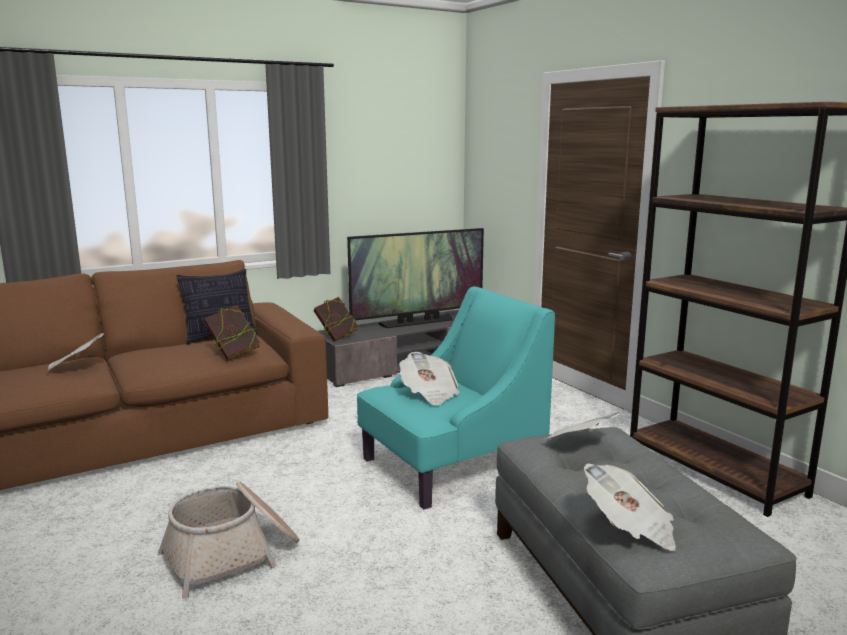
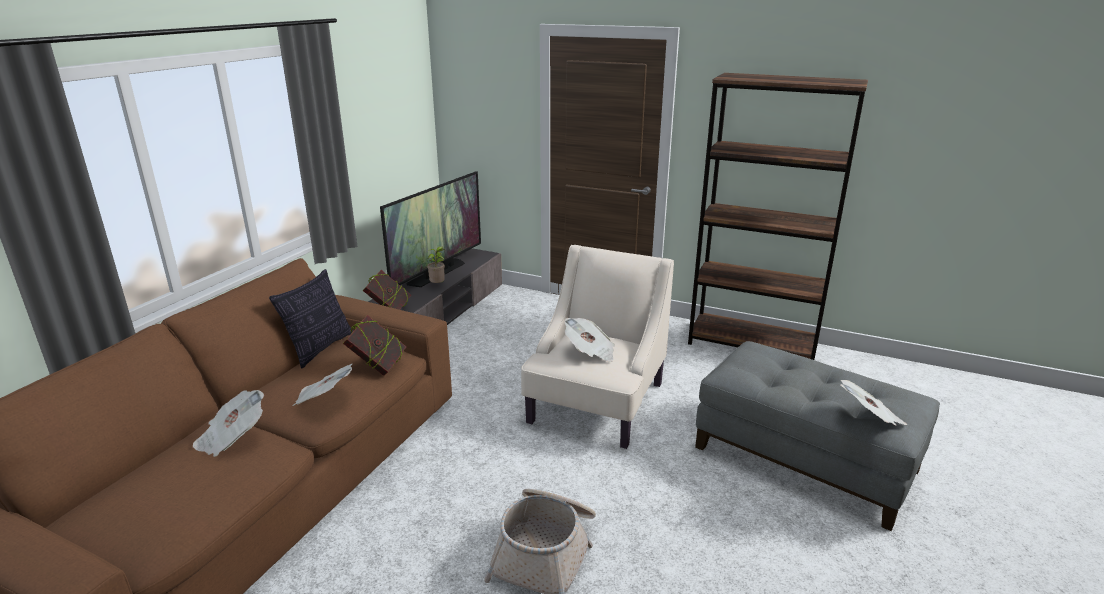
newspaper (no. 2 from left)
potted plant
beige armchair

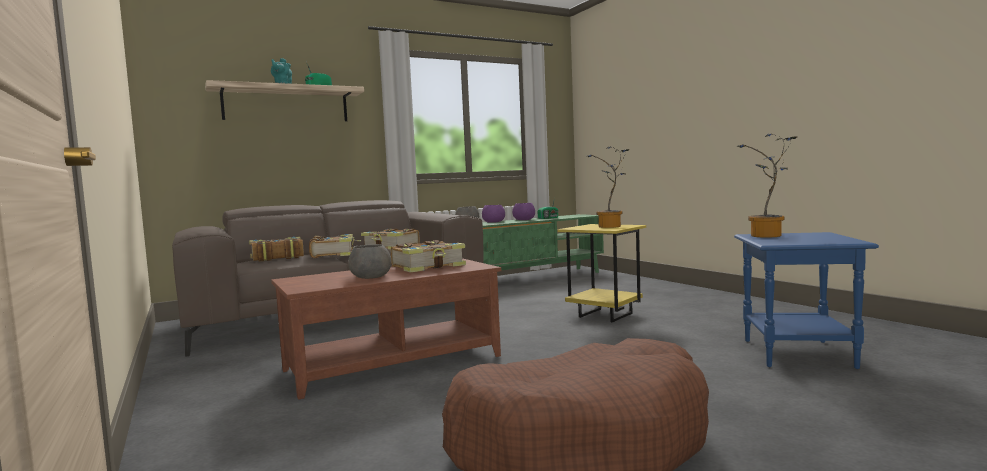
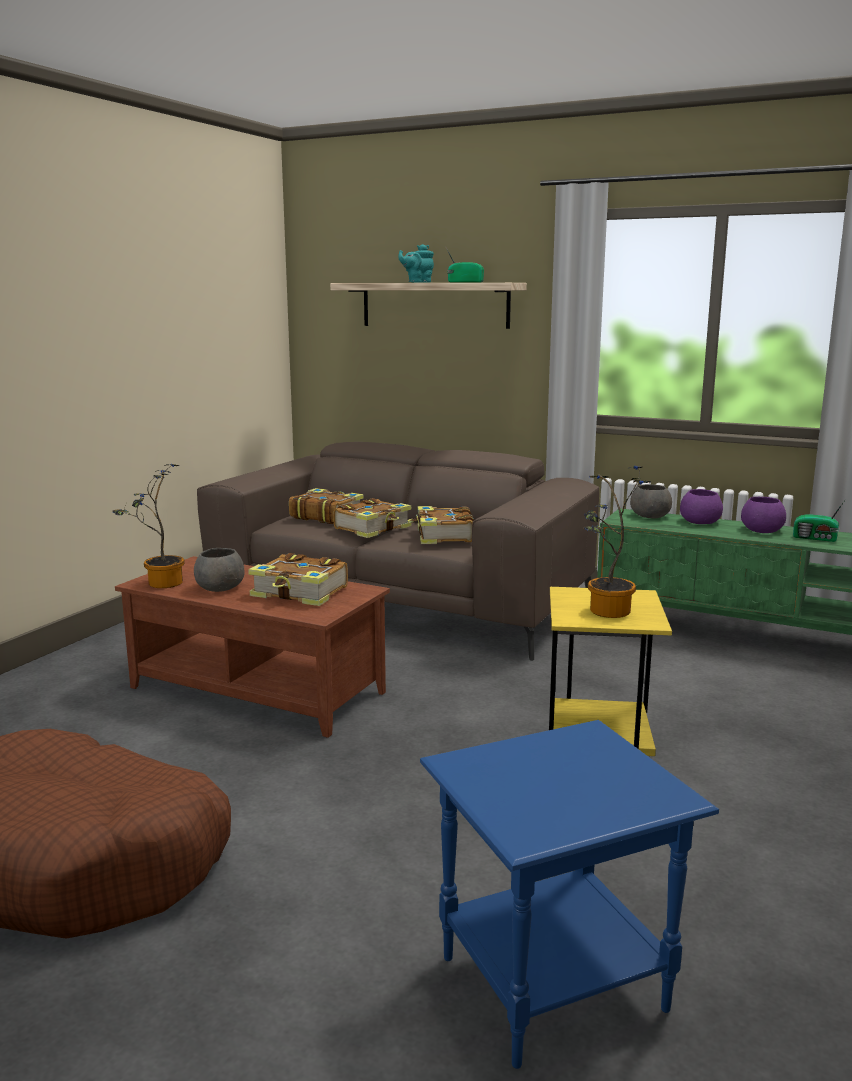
potted plant (no. 1 from left)

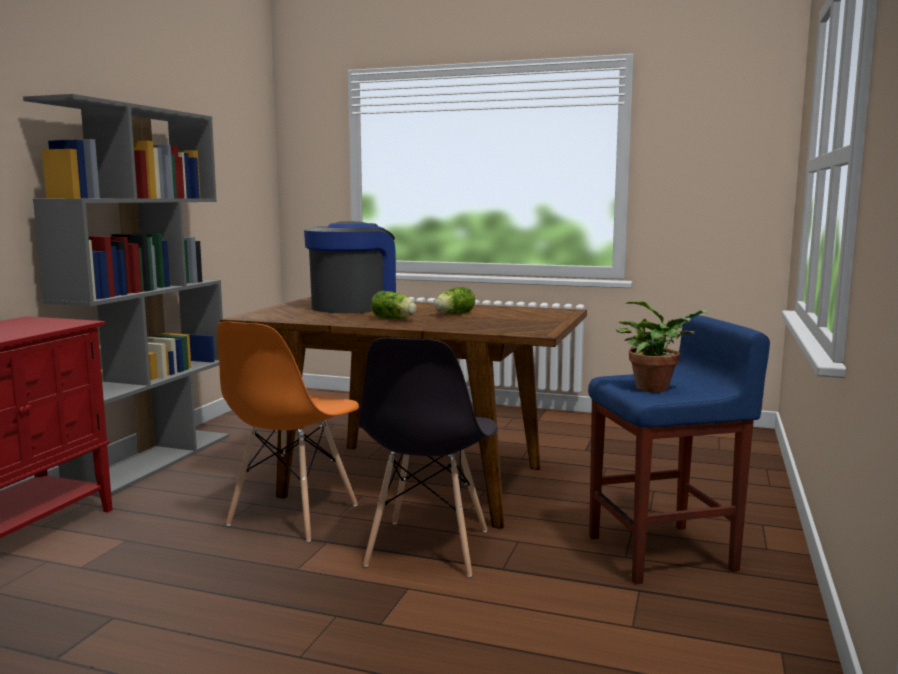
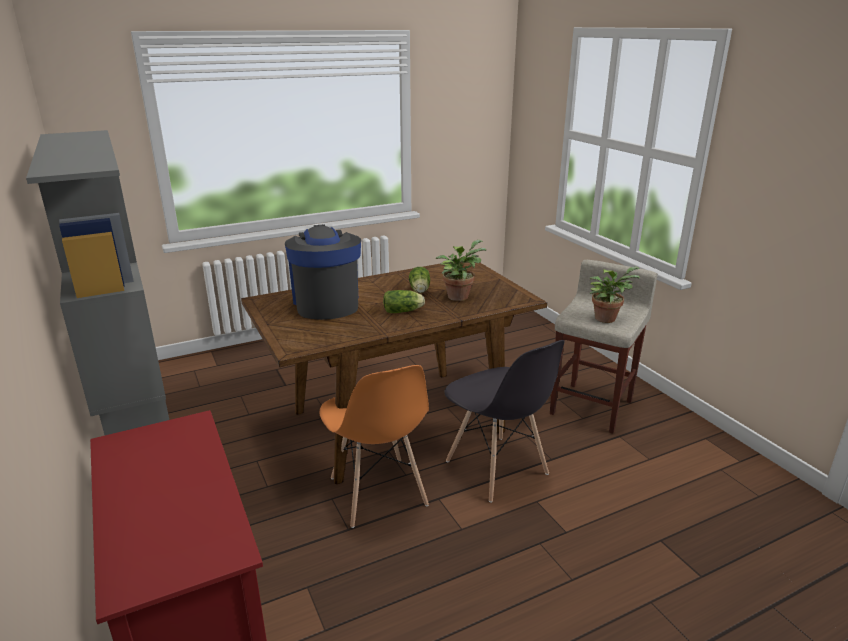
potted plant (no. 1 from left)
beige stool

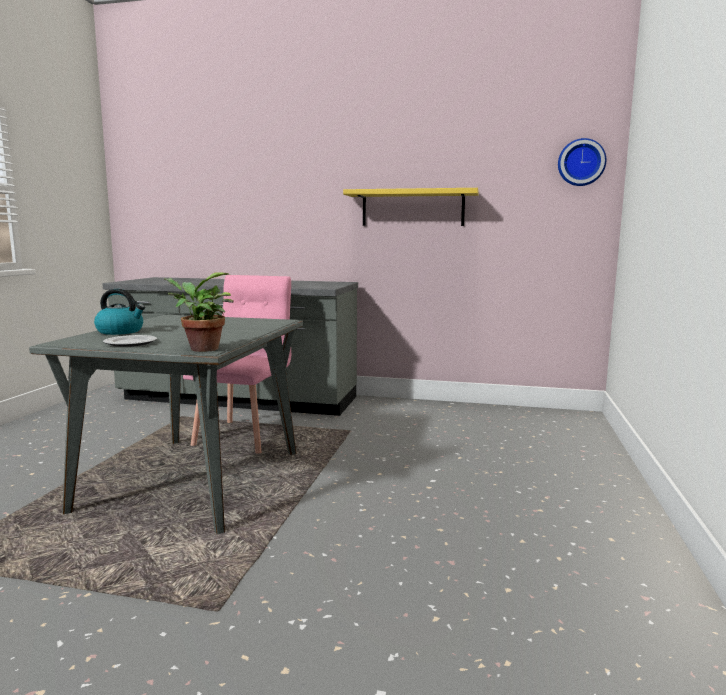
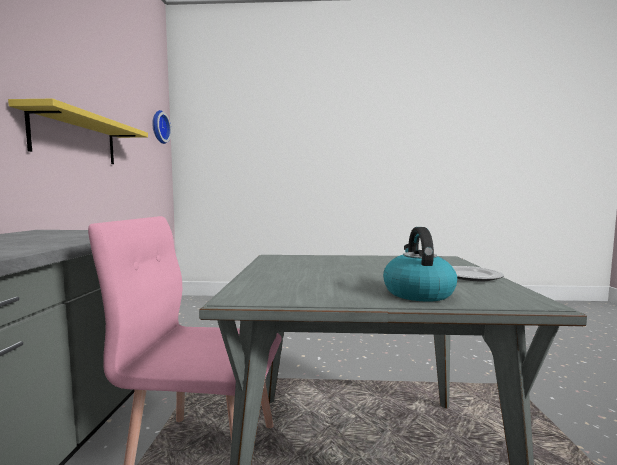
potted plant

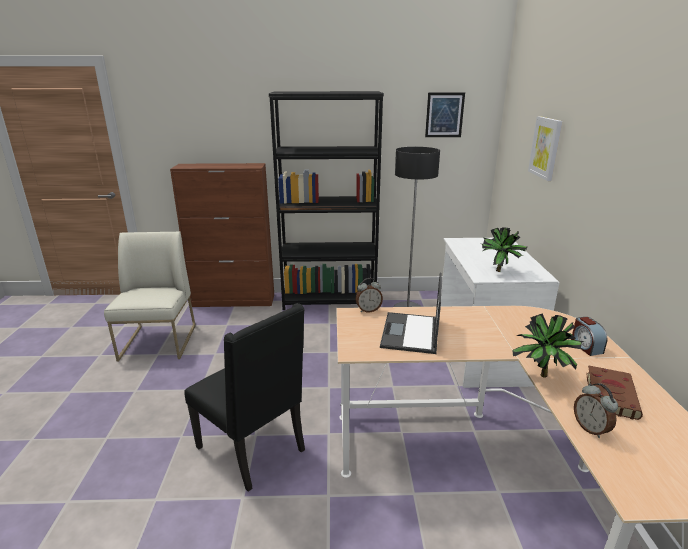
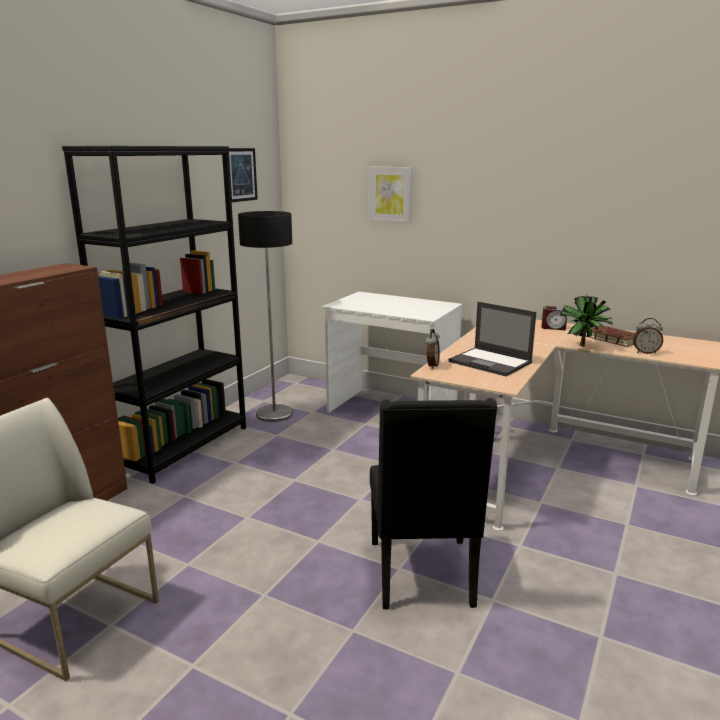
black chair
potted plant (no. 1 from left in the first image)

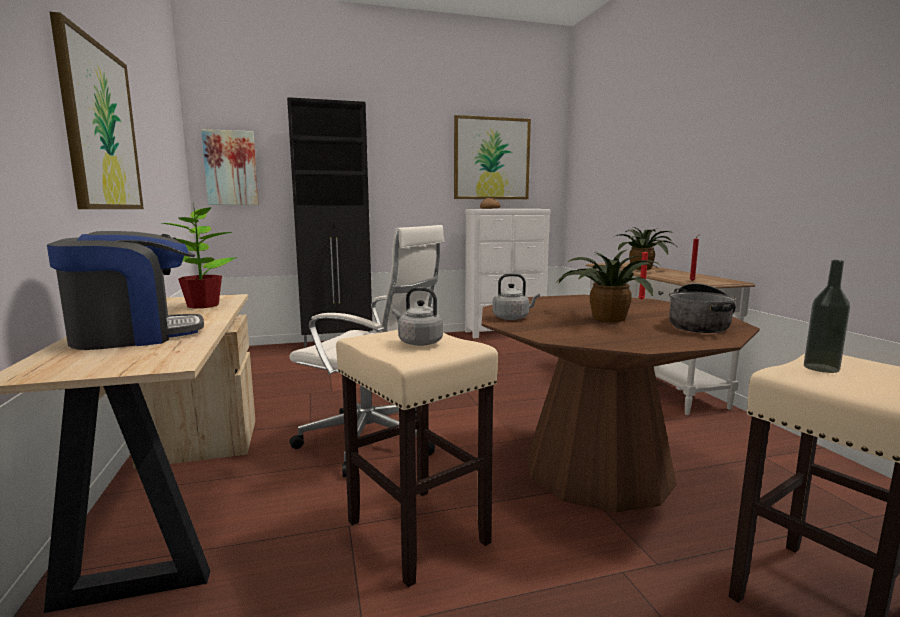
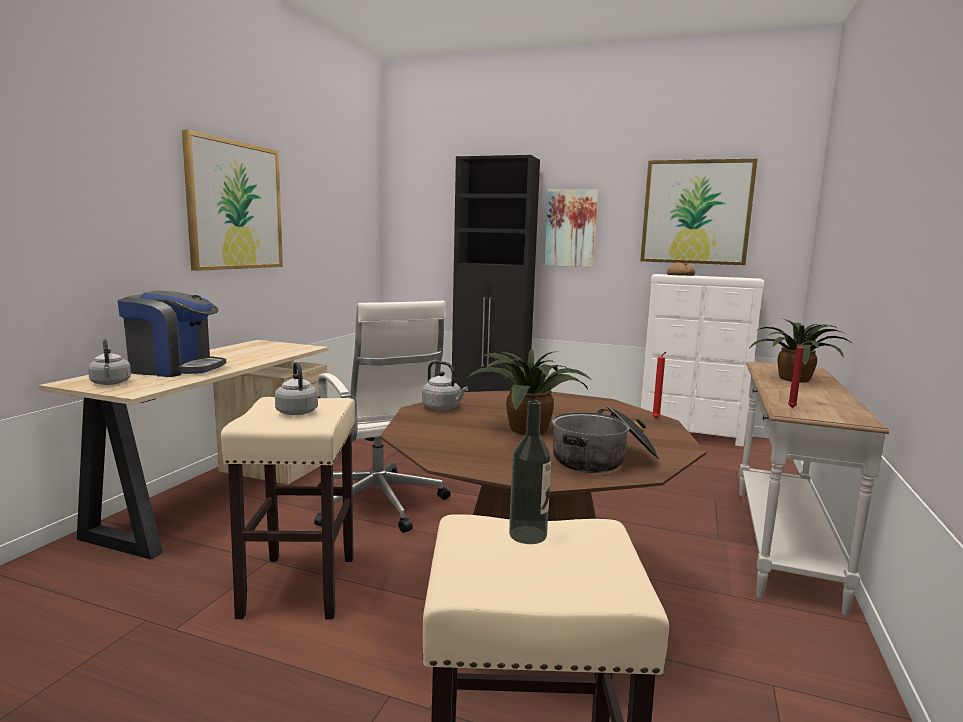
grey kettle (no. 1 from left)
picture (no. 2 from left)
potted plant (no. 1 from left in the first image)

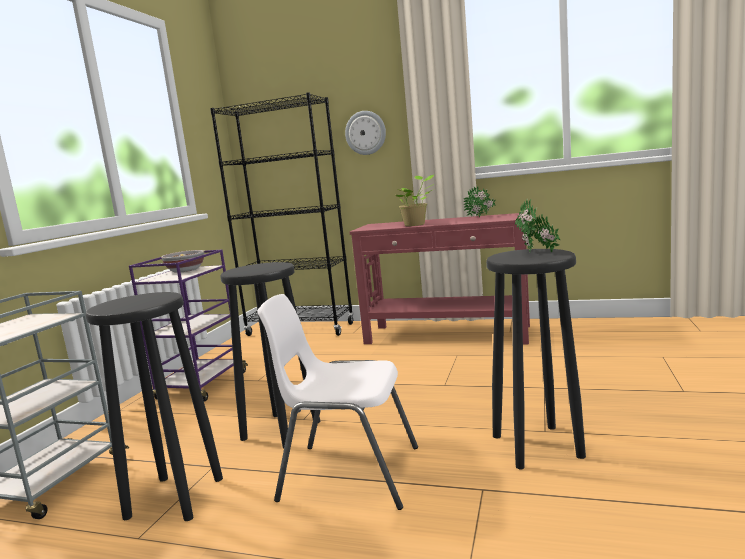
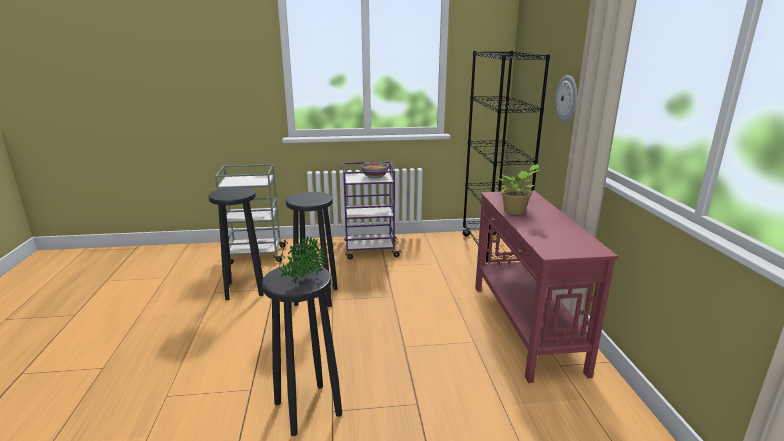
white chair
potted plant (no. 2 from left in the first image)

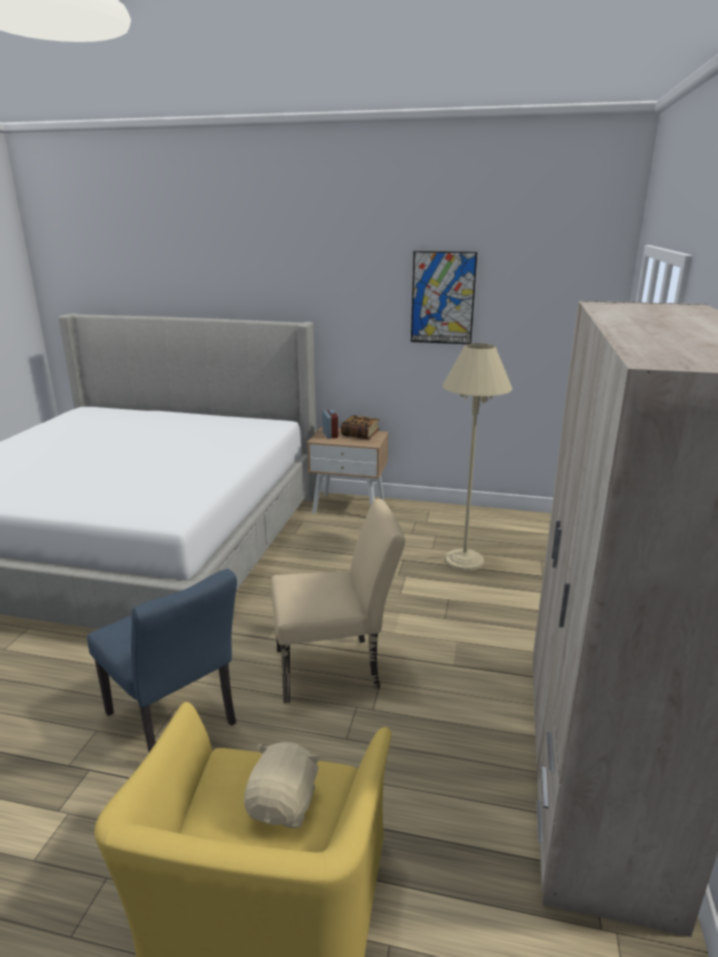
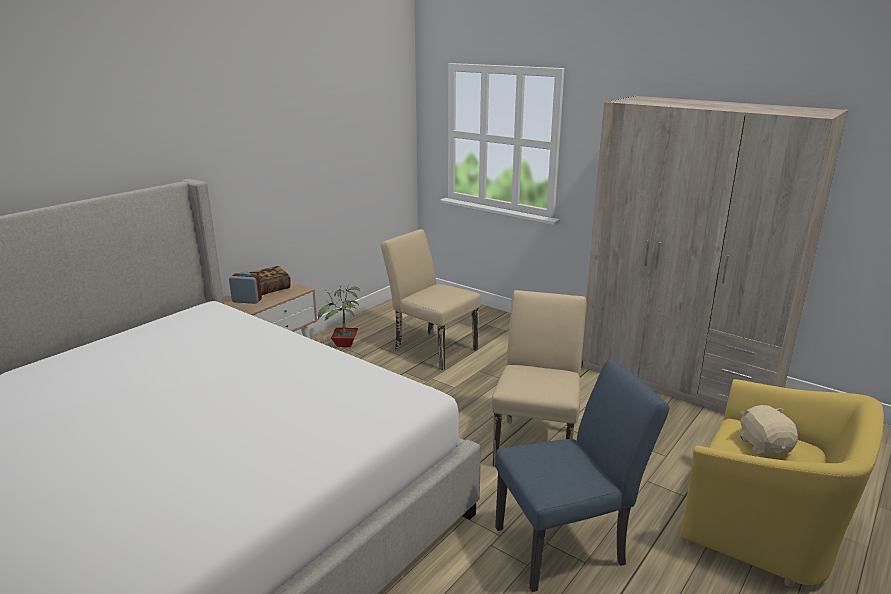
potted plant
beige chair (no. 1 from left)
beige plush toy
picture

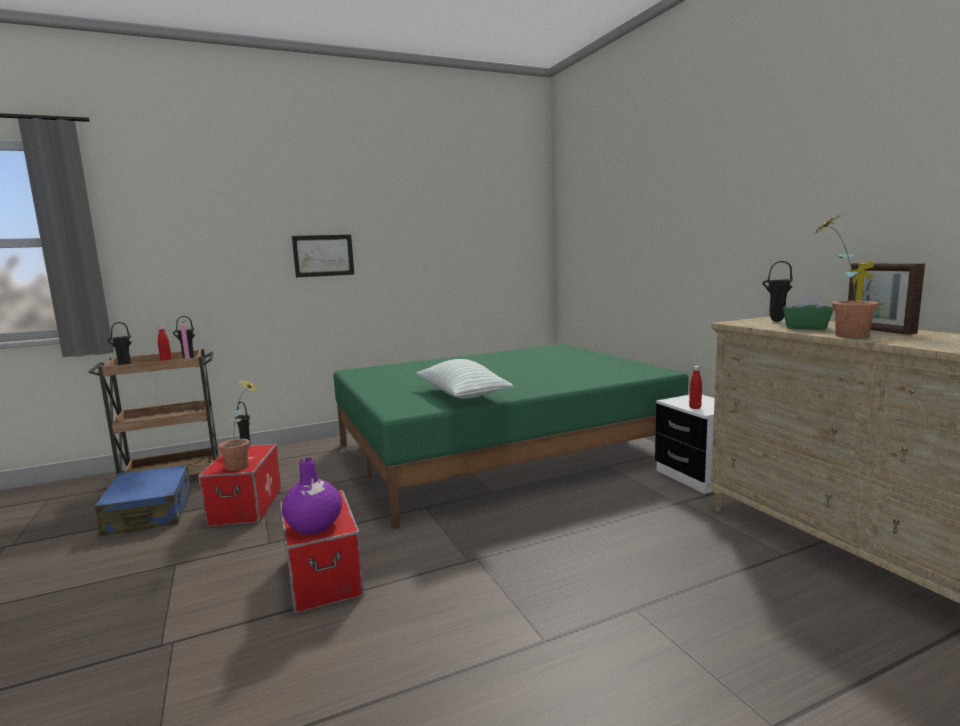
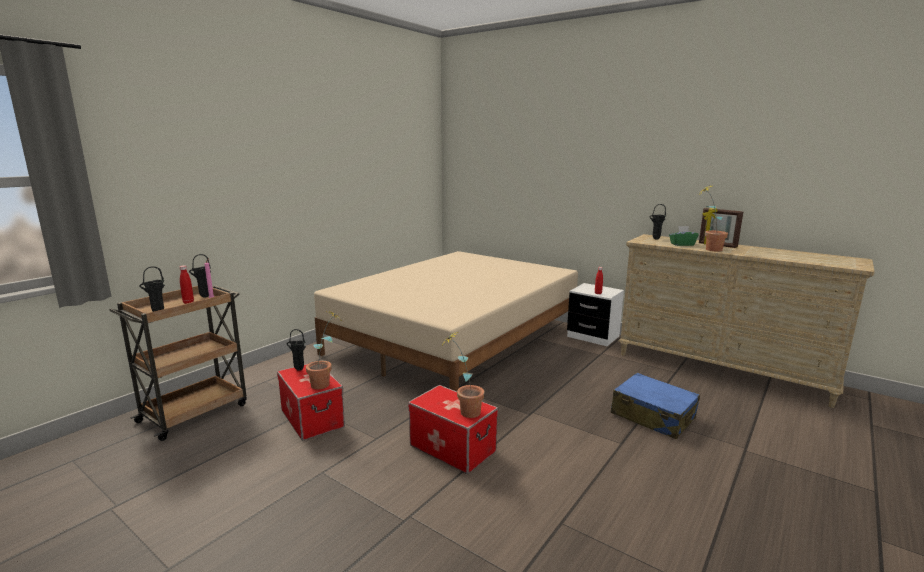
beige bed
potted plant (no. 2 from left)
blue suitcase
picture
pillow

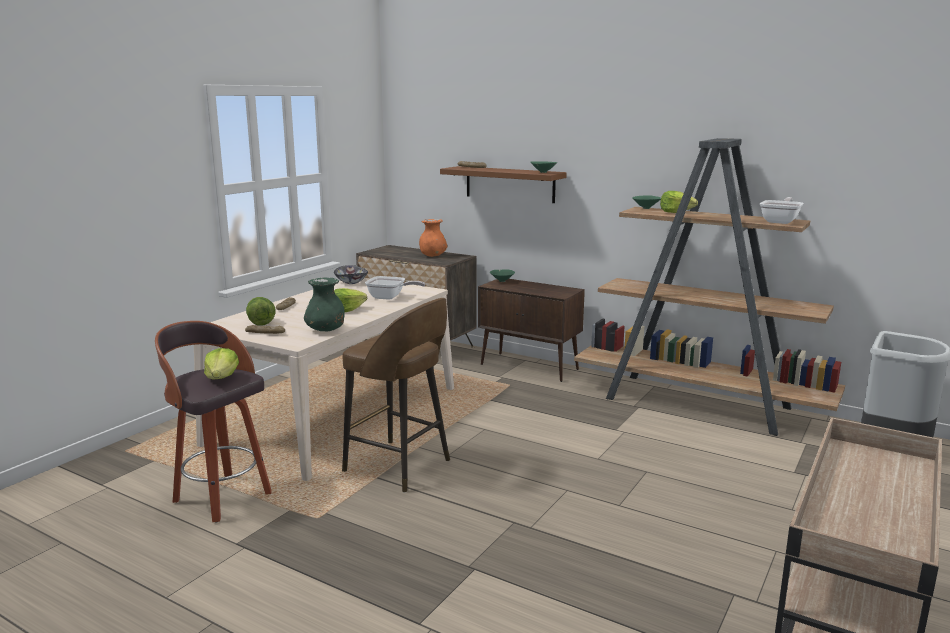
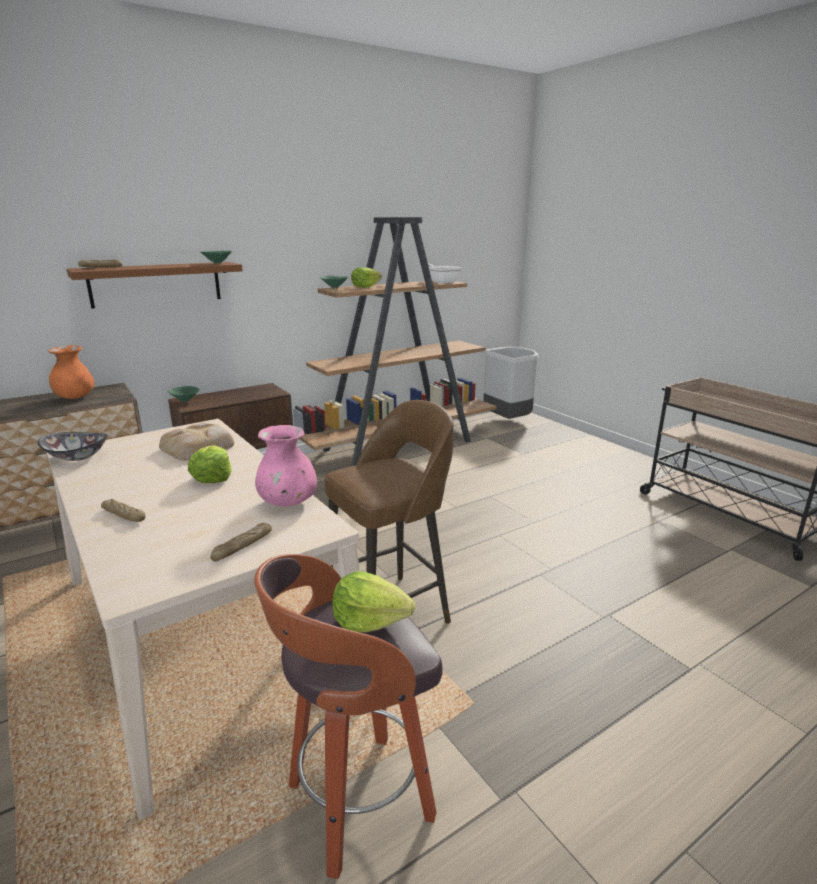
bread (no. 3 from left)
pink vase
lettuce (no. 2 from left in the first image)

